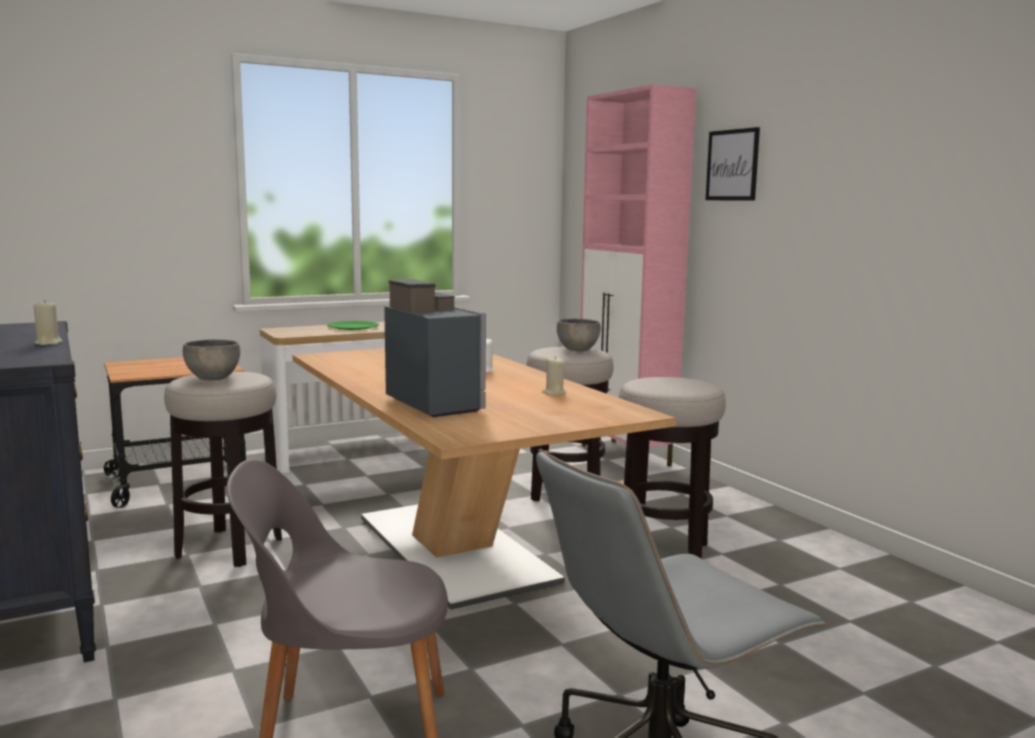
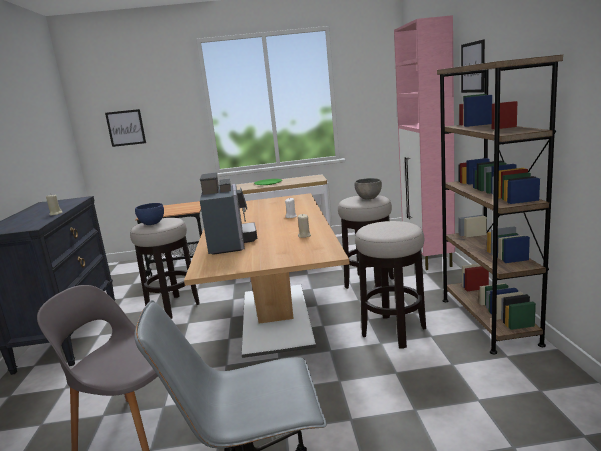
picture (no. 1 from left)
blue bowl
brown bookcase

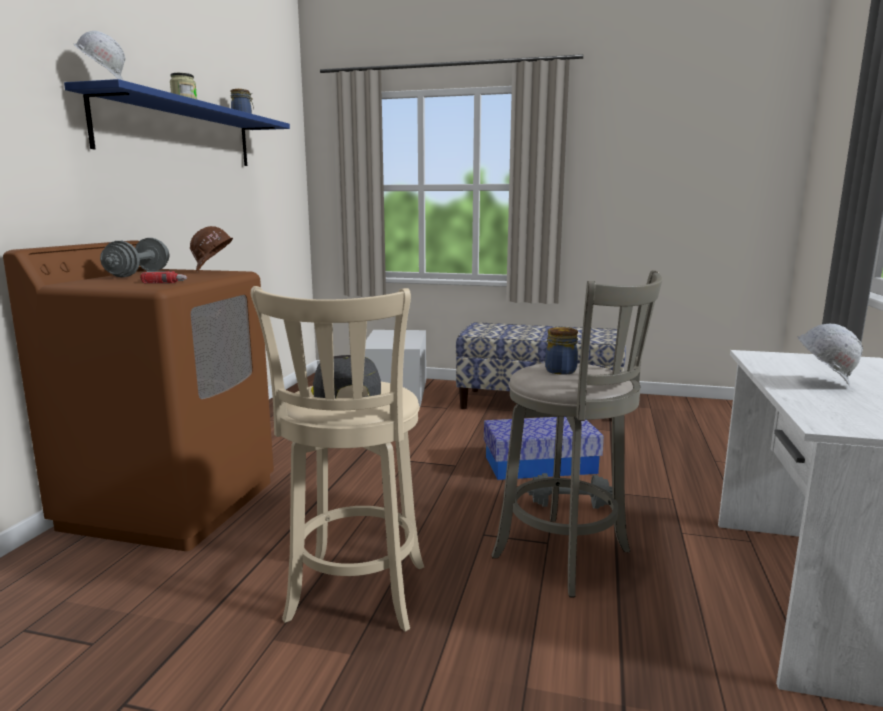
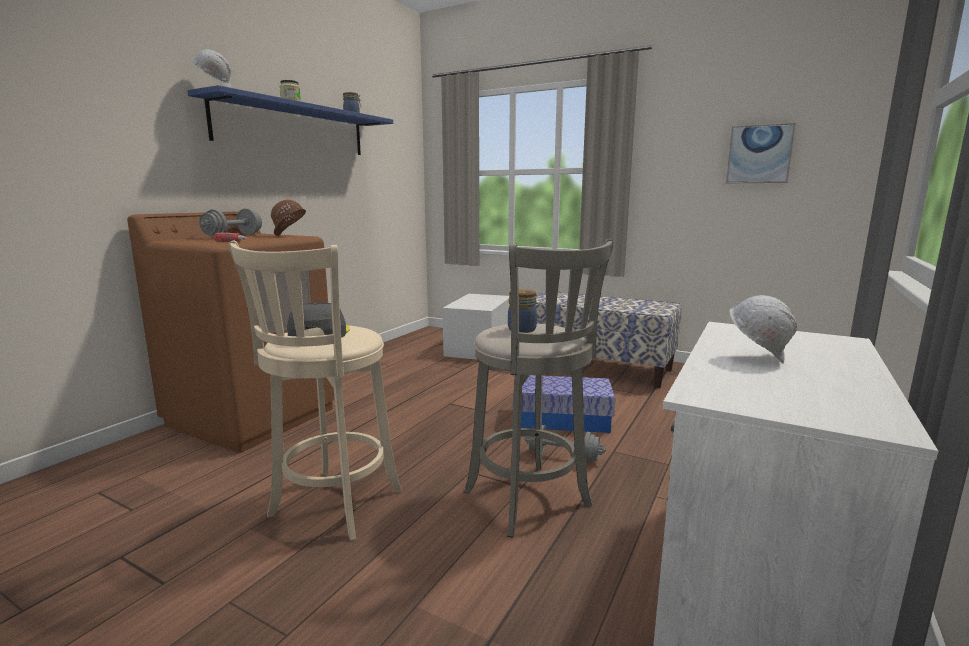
picture

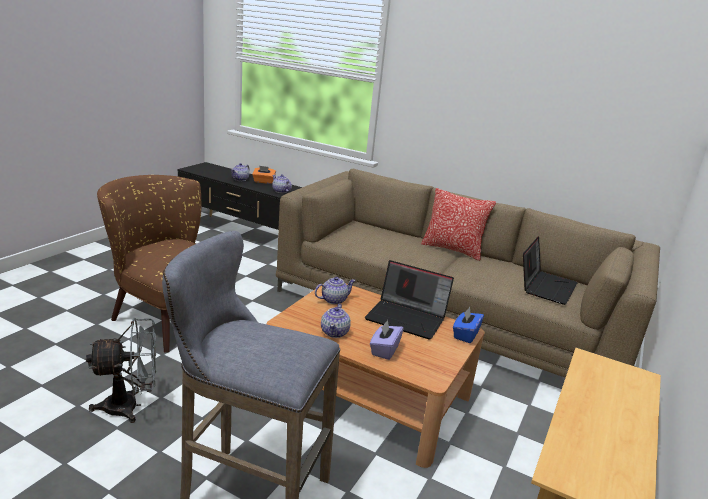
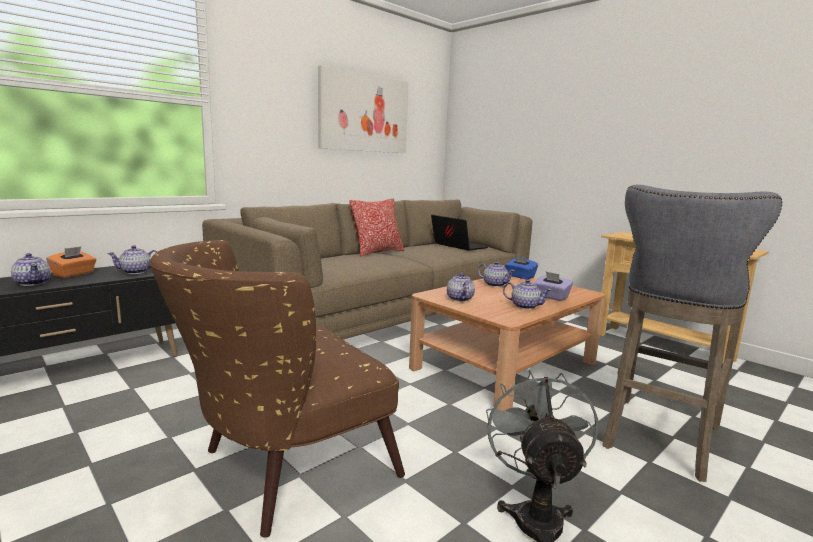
picture
teapot (no. 4 from left)

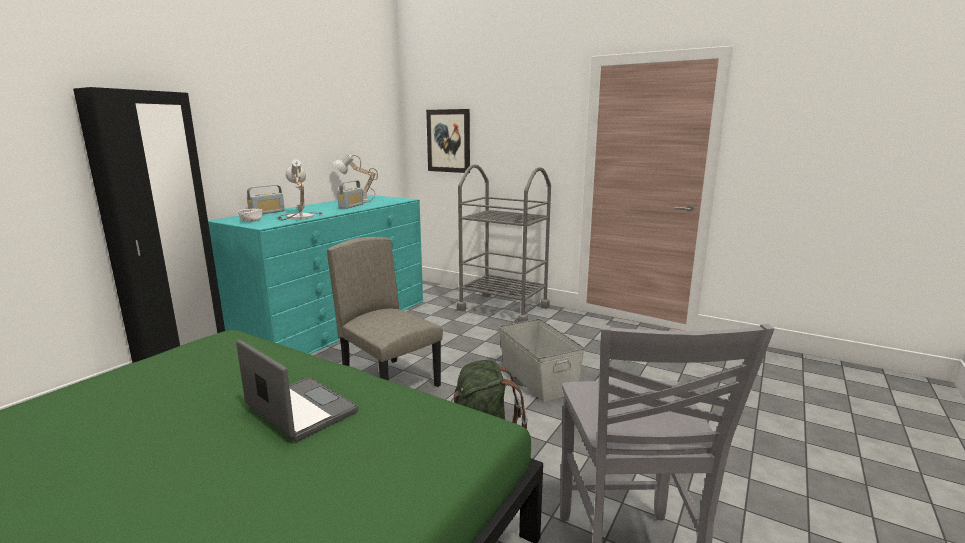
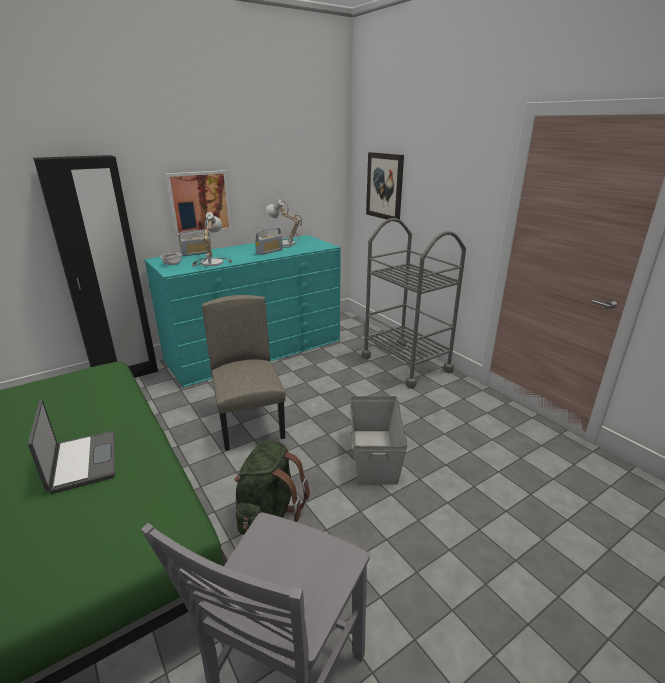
picture (no. 1 from left)

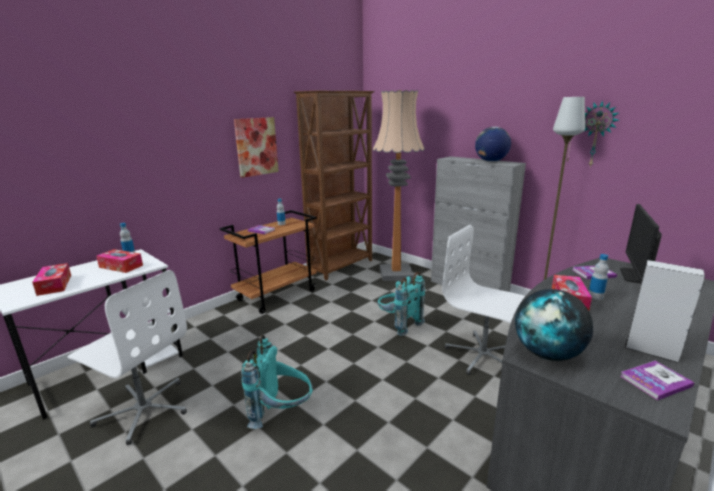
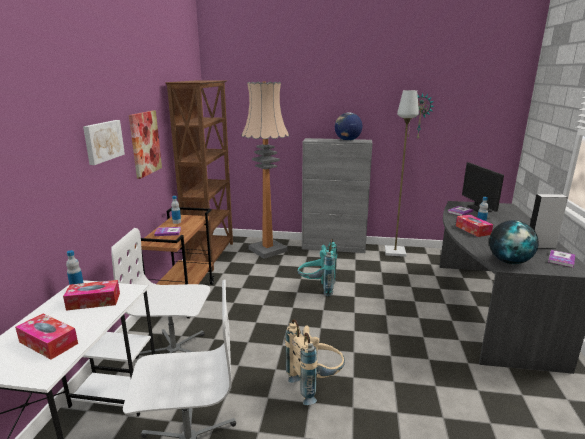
picture (no. 1 from left)
white office chair (no. 1 from left)
beige backpack

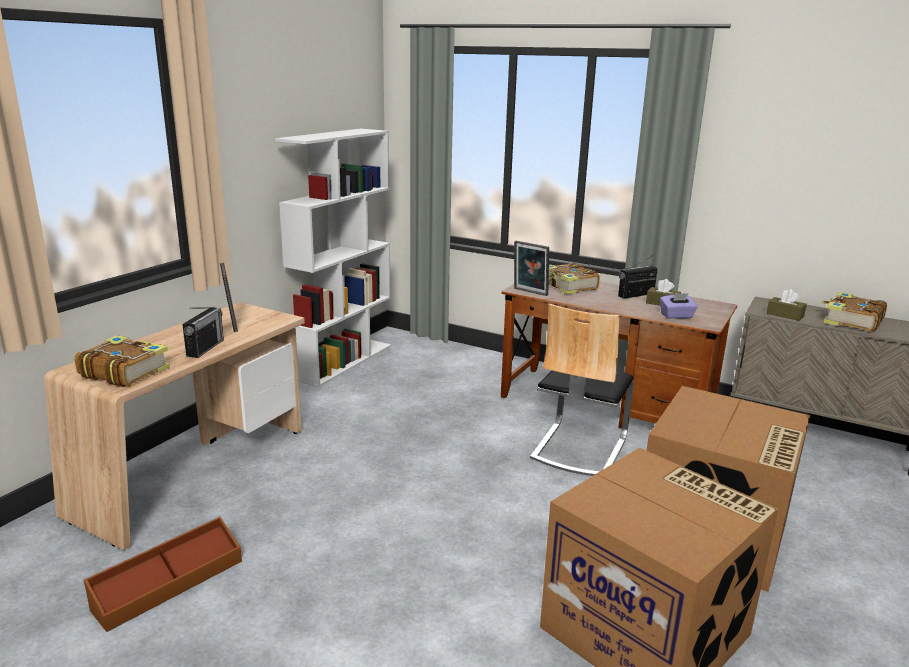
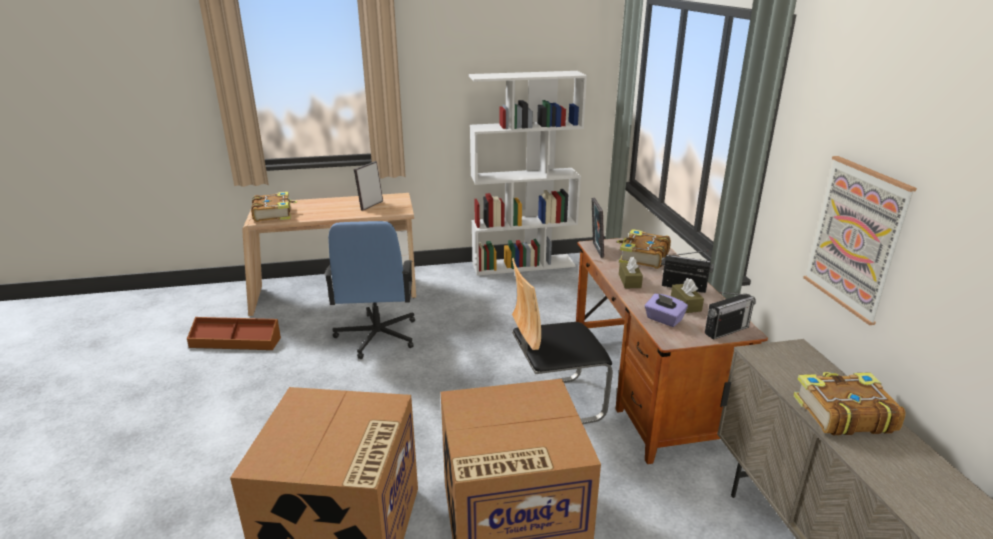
blue office chair
brown tissue box (no. 1 from left)
radio (no. 2 from left)
picture

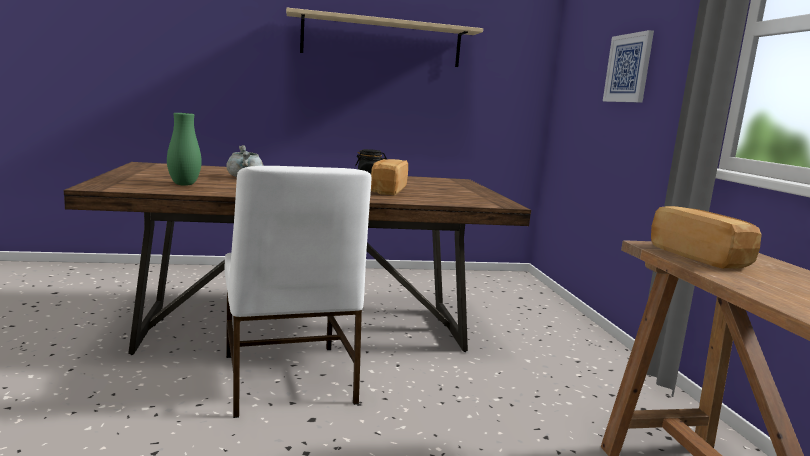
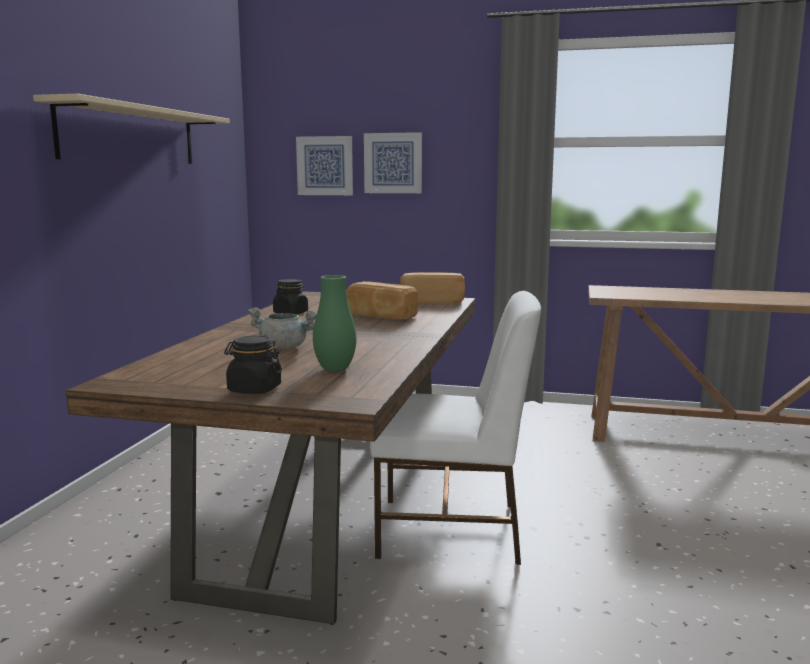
black jar (no. 1 from left)
picture (no. 1 from left)
bread (no. 2 from left)

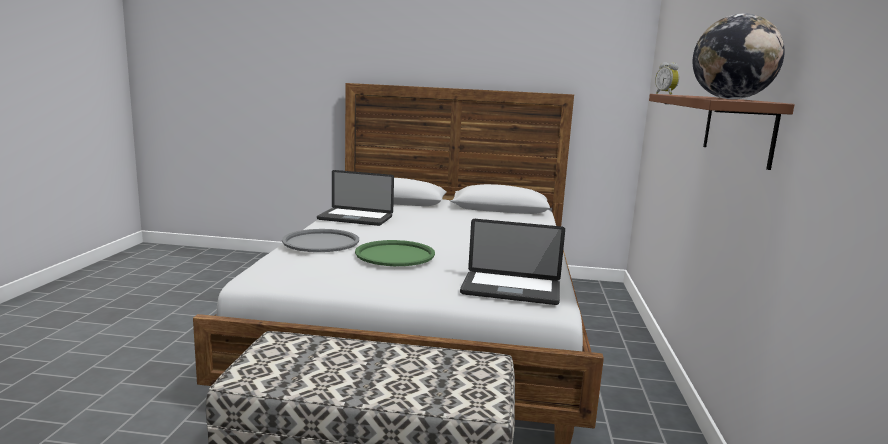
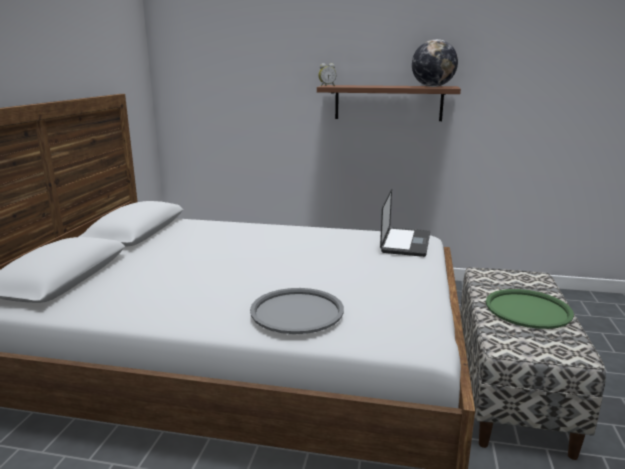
green tray
laptop (no. 1 from left in the first image)

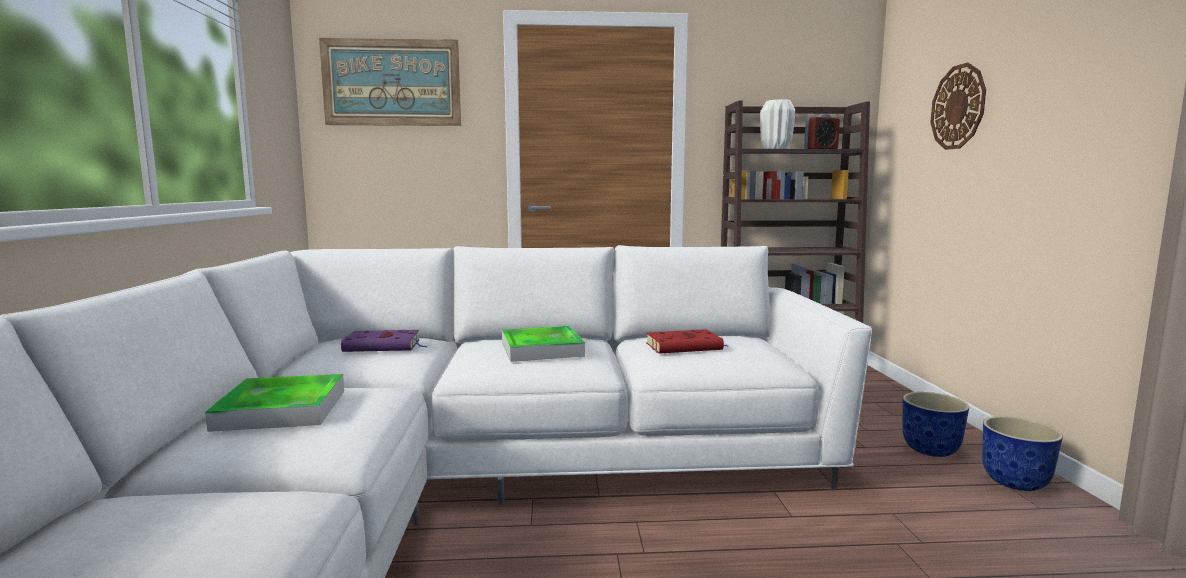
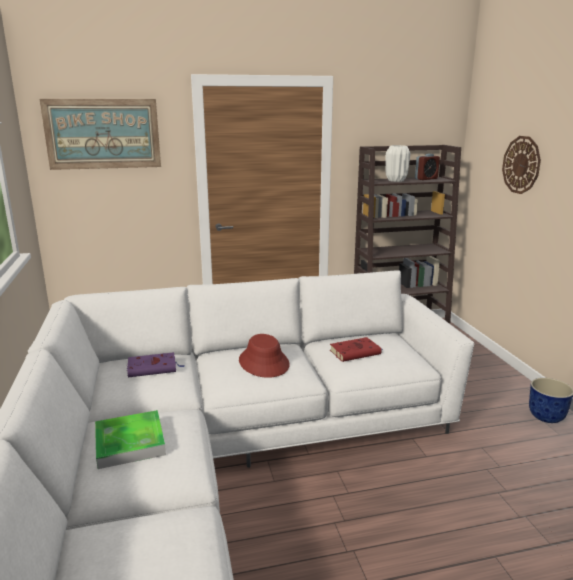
red hat
planter (no. 1 from left in the first image)

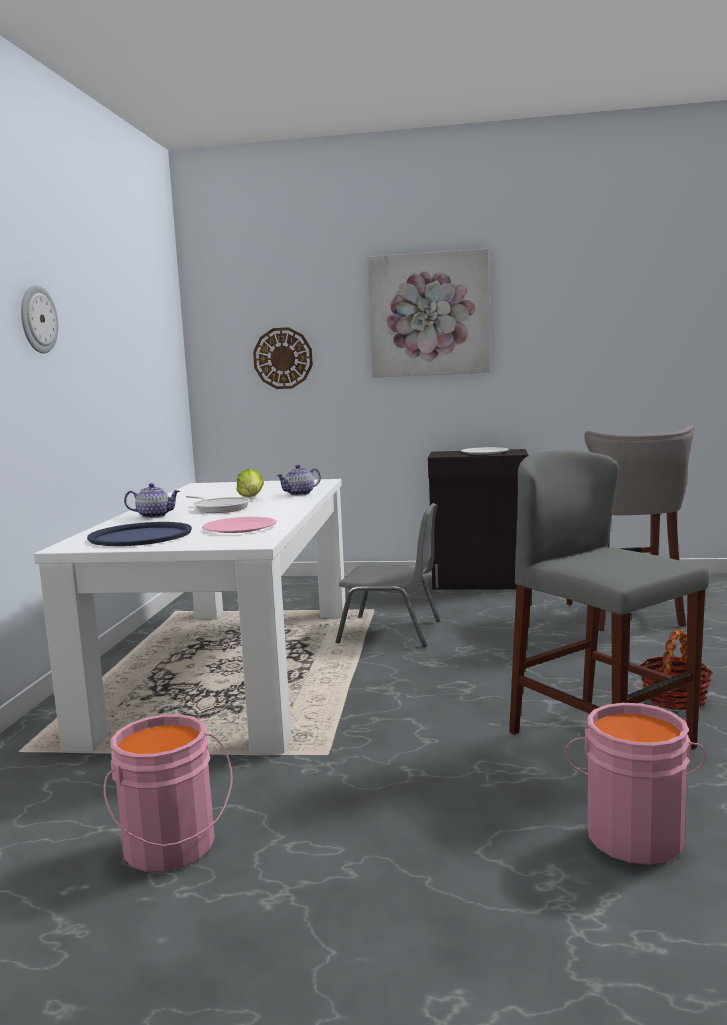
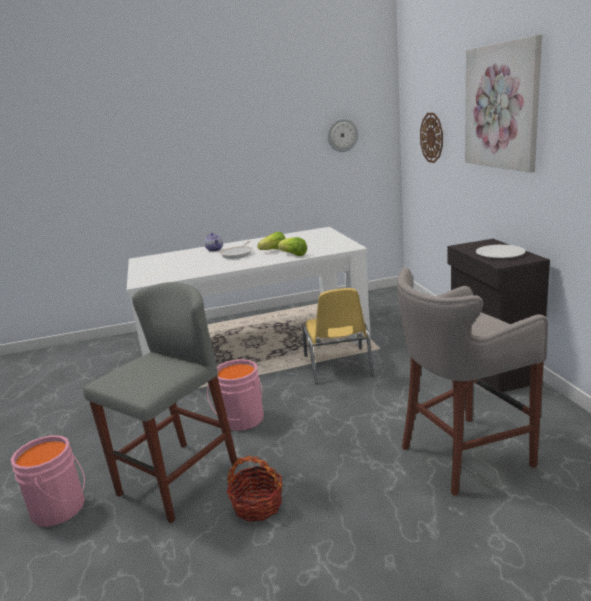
pink bucket (no. 2 from left)
lettuce (no. 2 from left)
yellow chair
wall clock (no. 1 from left)
blue tray
pink plate

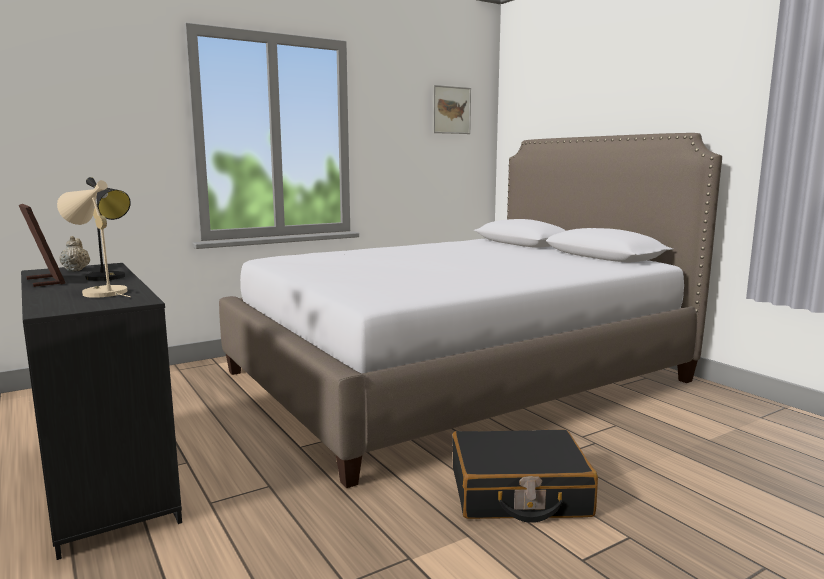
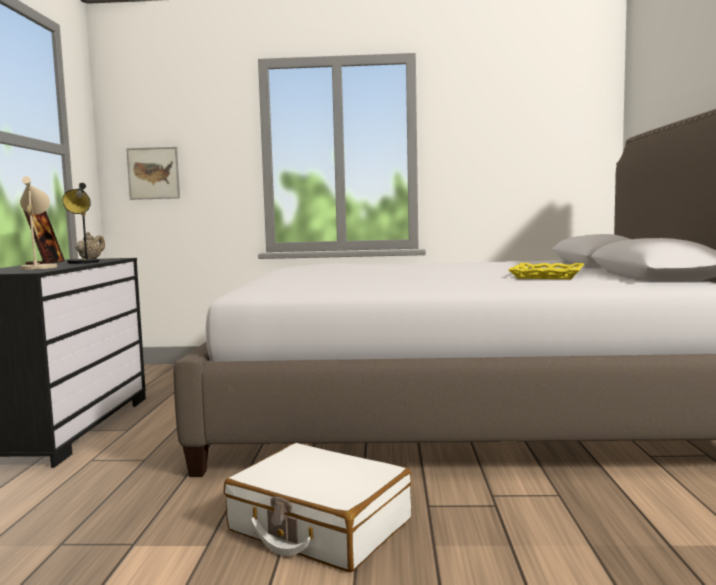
picture
white suitcase
yellow tray

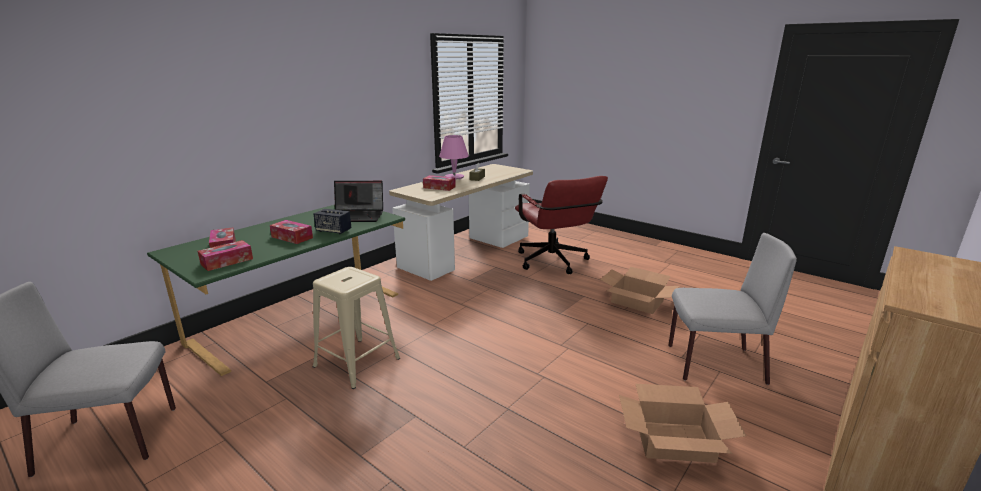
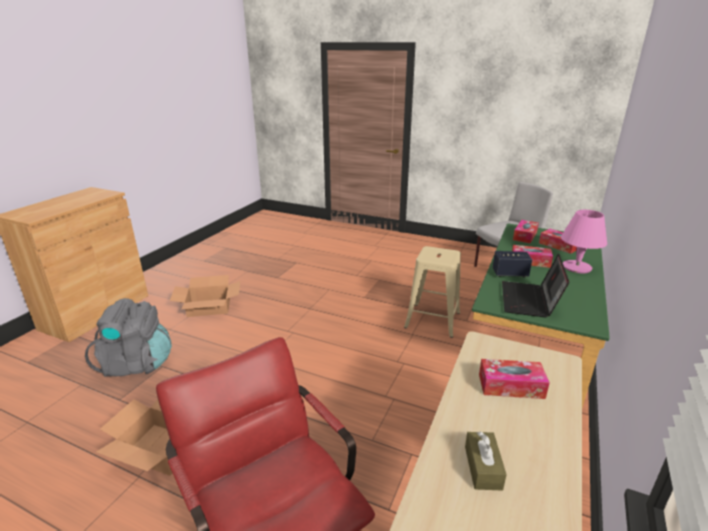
grey backpack
laptop
pink table lamp

